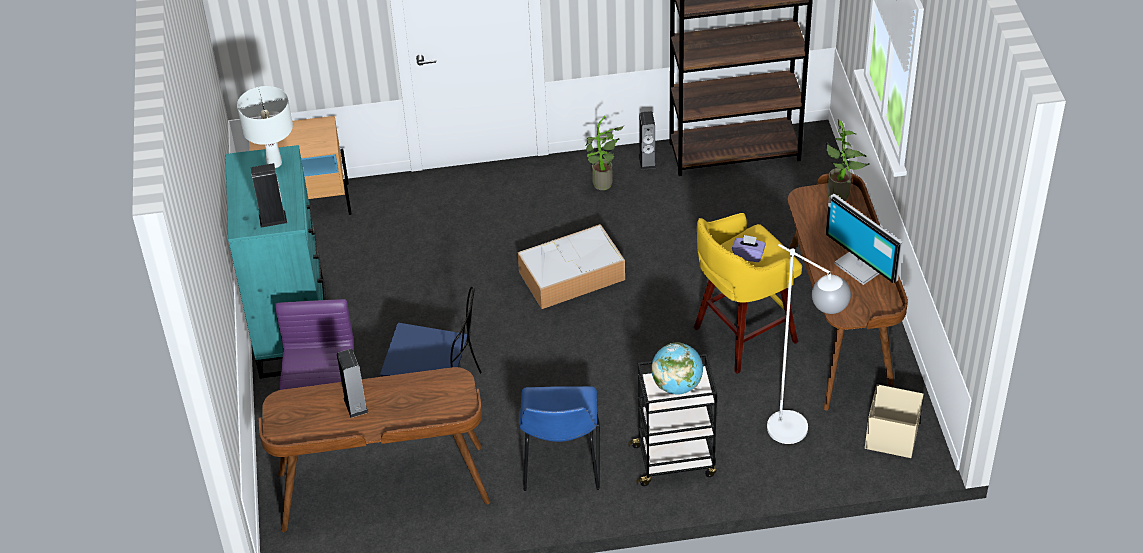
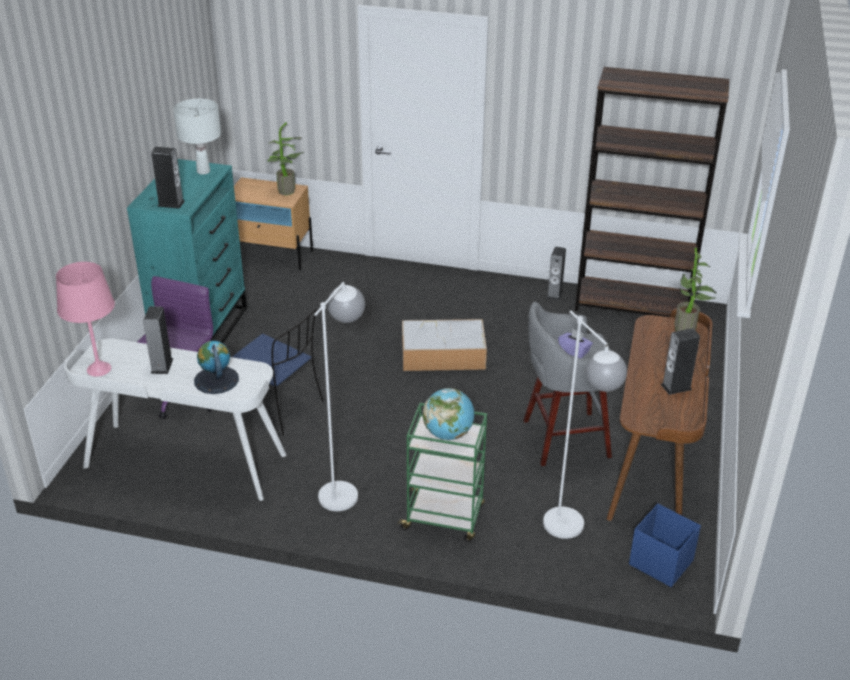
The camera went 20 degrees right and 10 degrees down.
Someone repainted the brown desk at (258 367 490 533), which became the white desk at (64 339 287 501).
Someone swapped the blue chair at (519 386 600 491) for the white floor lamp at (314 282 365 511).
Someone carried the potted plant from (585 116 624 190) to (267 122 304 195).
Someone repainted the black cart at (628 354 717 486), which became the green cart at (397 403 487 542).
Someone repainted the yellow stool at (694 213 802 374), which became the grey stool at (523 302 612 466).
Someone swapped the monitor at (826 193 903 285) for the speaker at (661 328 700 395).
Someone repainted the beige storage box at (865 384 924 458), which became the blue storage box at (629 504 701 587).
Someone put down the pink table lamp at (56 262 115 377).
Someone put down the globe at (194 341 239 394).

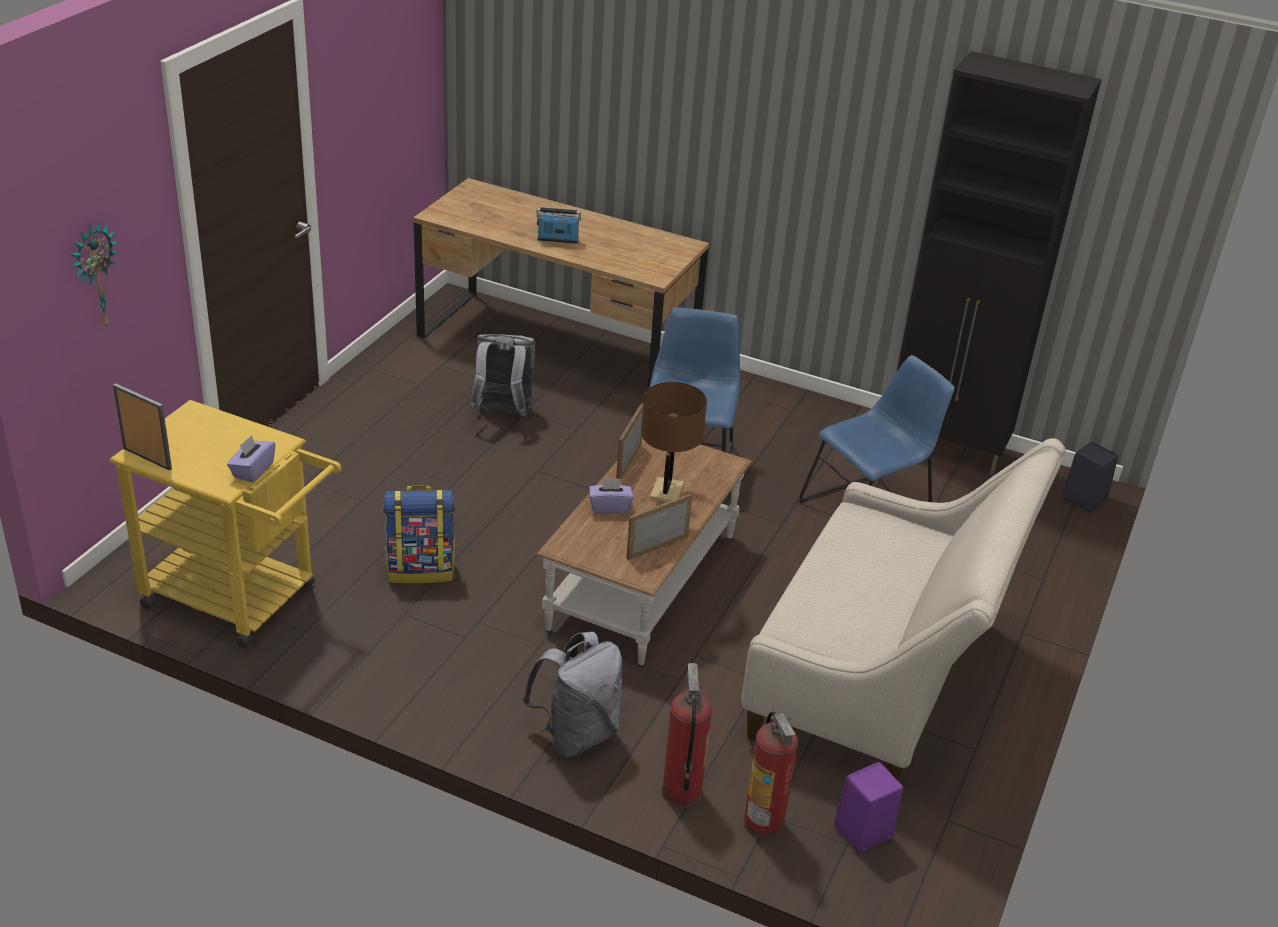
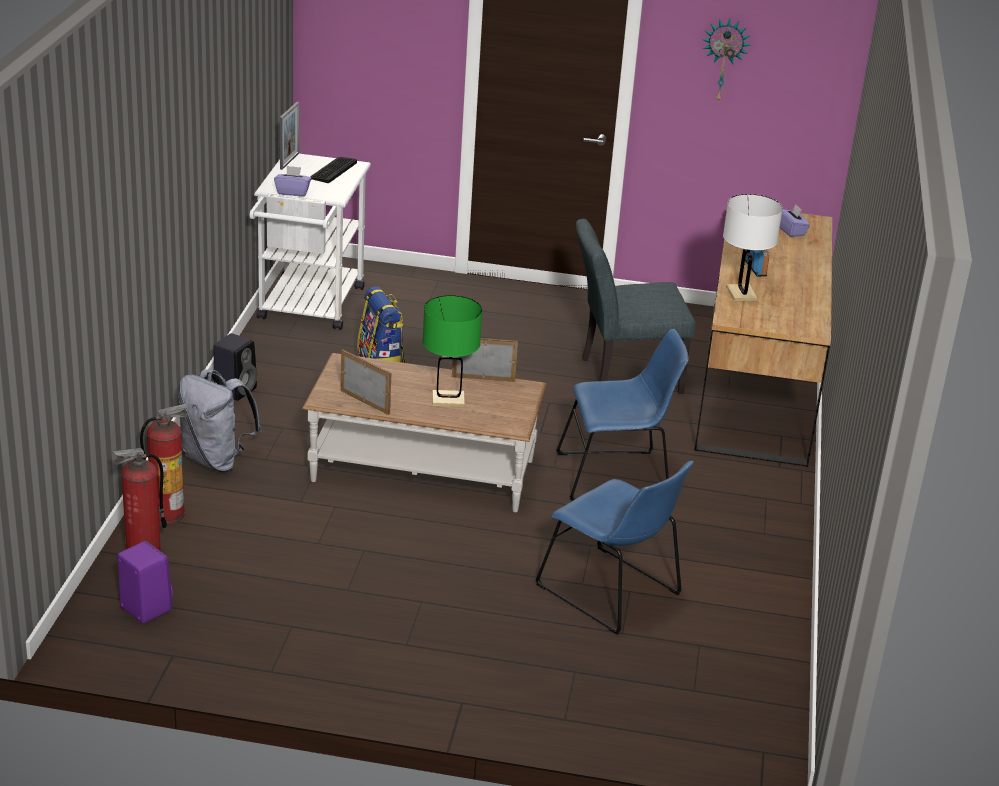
The camera went 75 degrees right and 5 degrees down.
Someone carried the wall clock from (71 221 117 329) to (702 19 751 102).
Someone repainted the yellow cart at (109 400 342 648), which became the white cart at (250 154 371 330).
Someone swapped the grey backpack at (470 334 536 416) for the grey chair at (576 219 695 394).
Someone carried the purple tissue box from (589 478 633 514) to (780 205 810 237).
Someone repainted the brown table lamp at (641 382 707 502), which became the green table lamp at (423 295 482 407).
Someone took away the beige sofa at (741 438 1066 781).
Someone took away the black cabinet at (897 51 1102 475).
Someone carried the black speaker from (1062 442 1118 512) to (213 333 257 401).
Someone put down the keyboard at (311 157 357 183).
Someone put down the white table lamp at (723 194 783 301).

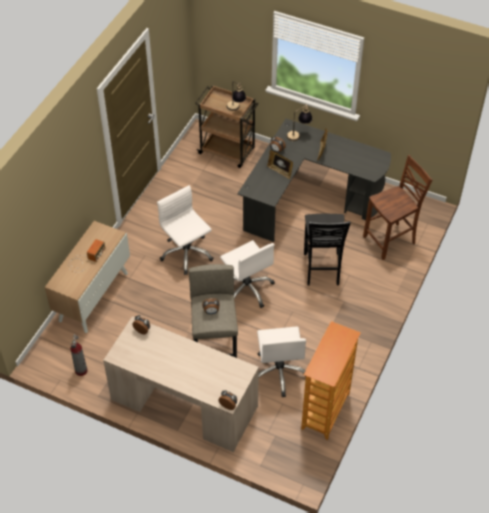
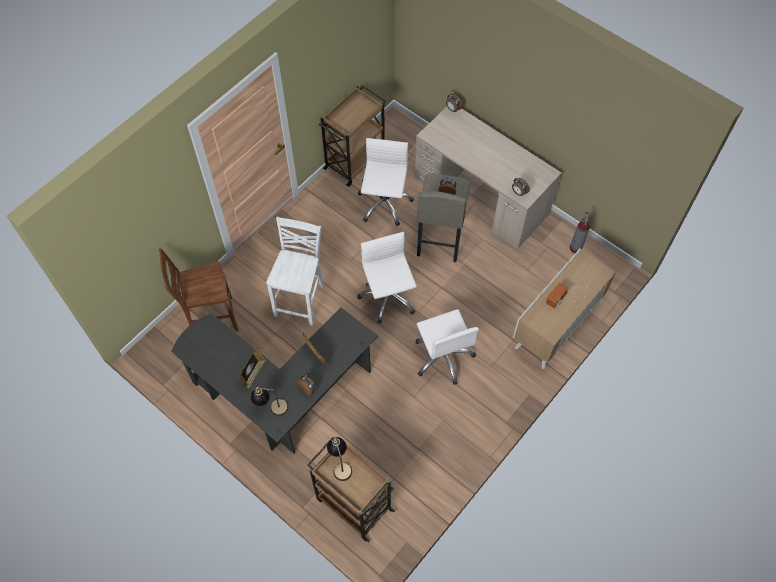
The camera went 165 degrees left and 10 degrees up.
Someone swapped the bookcase at (301 321 361 440) for the brown cart at (319 85 386 187).
Someone repainted the black chair at (304 214 351 286), which became the white chair at (266 217 324 326).

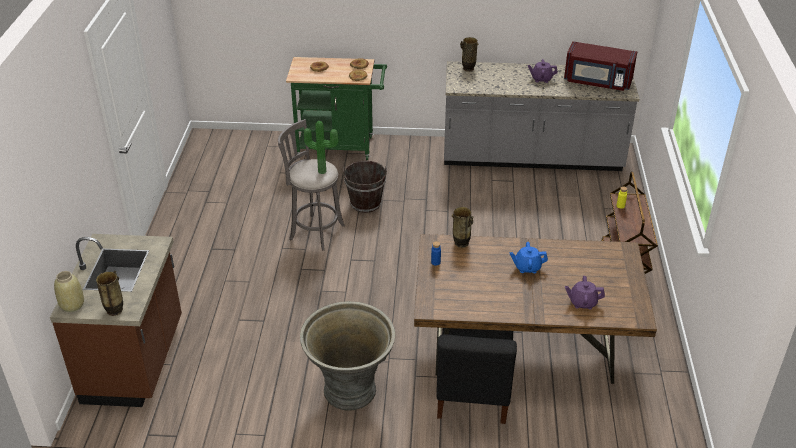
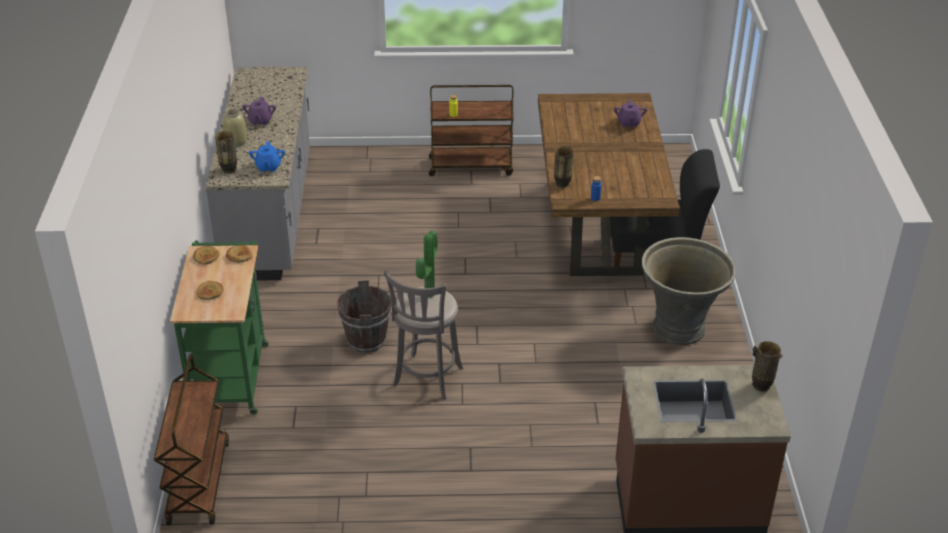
The camera went 95 degrees left and 0 degrees up.
Someone carried the beige vase from (54 271 84 312) to (223 109 247 147).
Someone carried the blue teapot from (510 242 548 273) to (249 142 285 172).
Someone took away the red microwave at (564 41 637 91).
Someone put down the brown cart at (154 354 229 525).

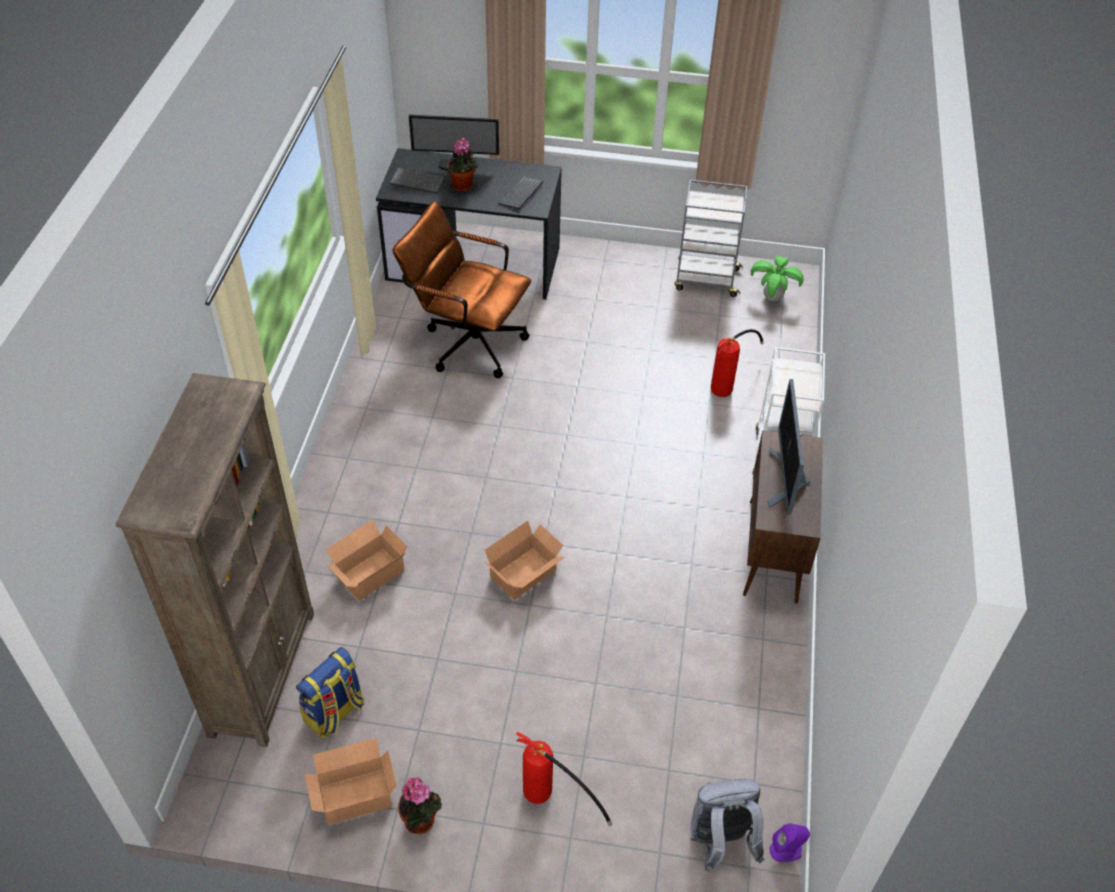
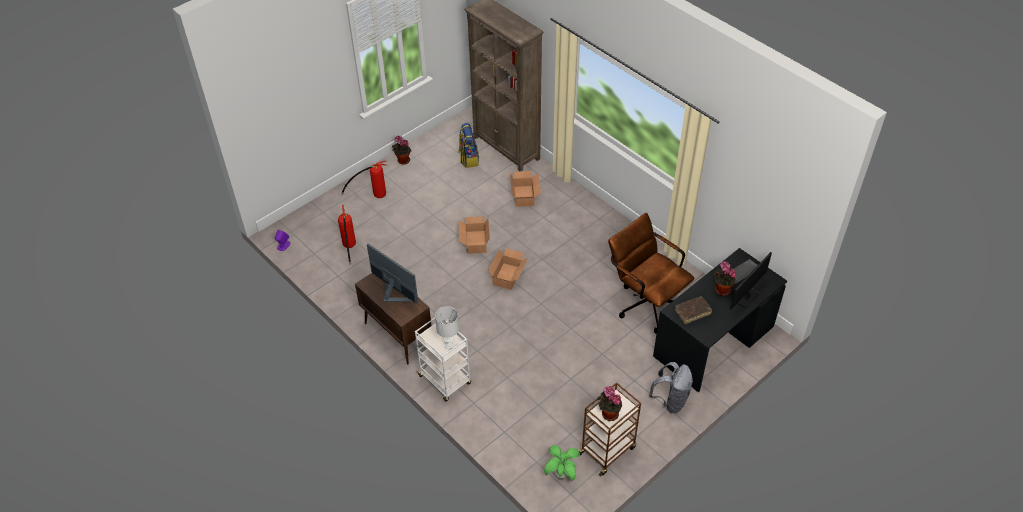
The camera went 130 degrees right and 0 degrees up.
Someone carried the cardboard box from (305 738 397 825) to (488 248 528 290).
Someone rotated the brown office chair at (393 201 531 378) by 105 degrees counterclockwise.
Someone swapped the keyboard at (498 176 543 209) for the brown book at (675 296 712 324).
Someone repainted the grey cart at (674 180 747 297), which became the brown cart at (579 382 641 476).
Someone carried the grey backpack from (690 779 764 872) to (649 362 693 413).
Someone carried the fire extinguisher from (711 329 764 397) to (338 205 356 265).
Someone put down the white table lamp at (435 306 459 349).
Someone put down the potted plant at (597 386 622 421).

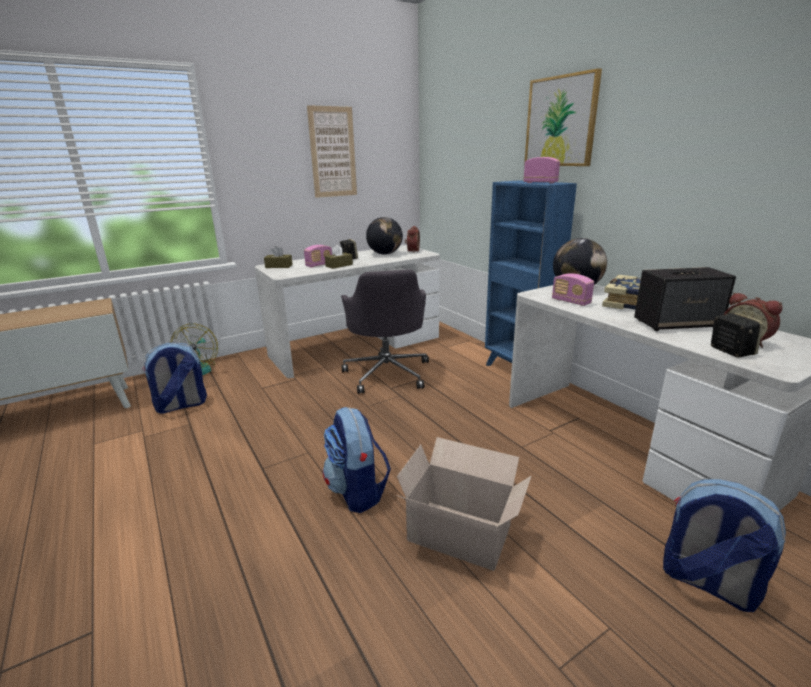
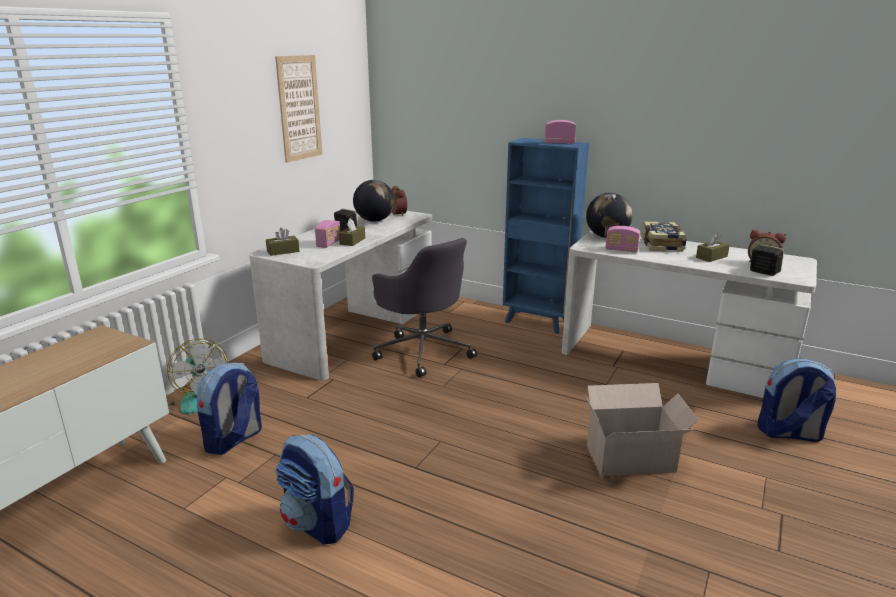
The camera went 30 degrees left and 0 degrees up.
Someone carried the backpack from (323 407 391 513) to (275 434 354 545).
Someone took away the picture at (524 68 602 166).
Someone swapped the speaker at (634 267 736 331) for the brown tissue box at (696 233 730 262).

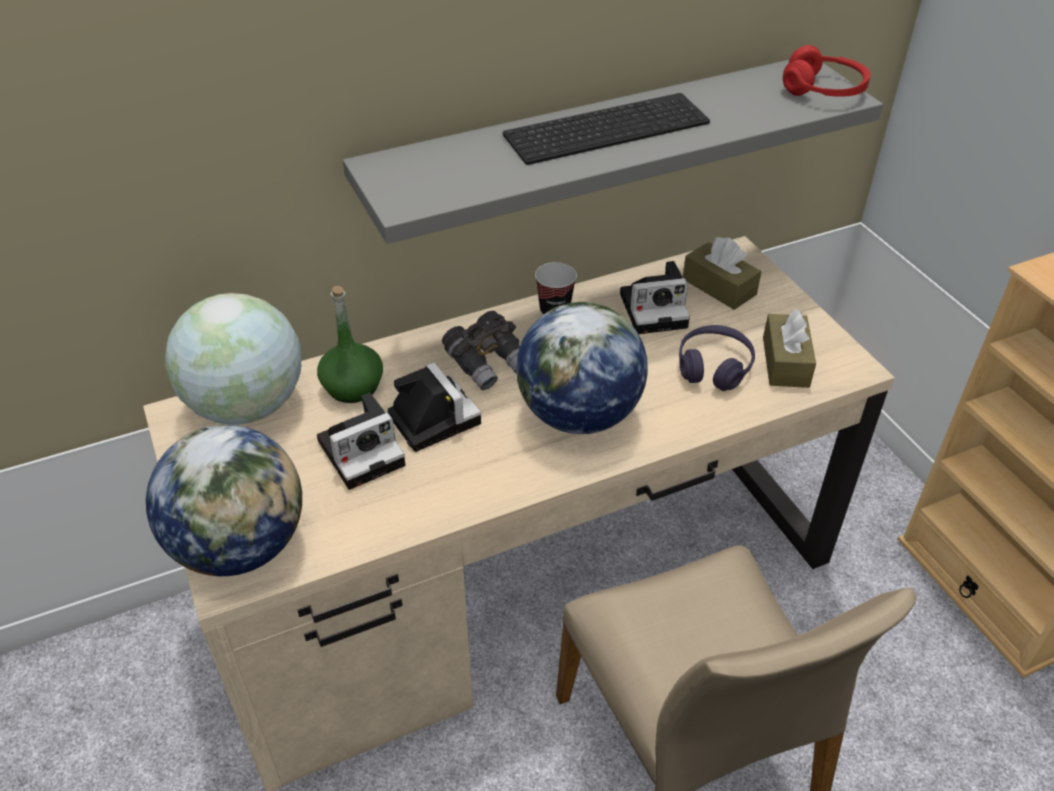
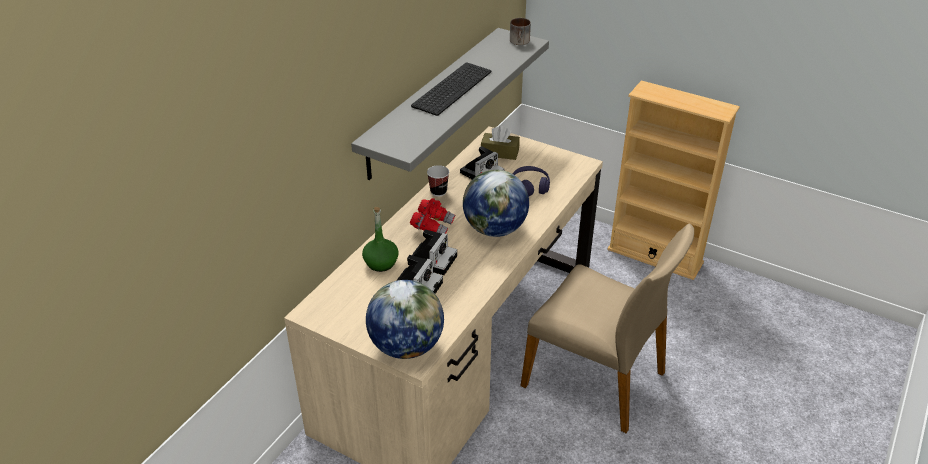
The camera went 35 degrees left and 5 degrees down.
Someone took away the globe at (165 293 301 425).
Someone rotated the photo camera at (388 362 481 452) by 90 degrees clockwise.
Someone repainted the grey binoculars at (442 311 520 390), which became the red binoculars at (410 198 455 234).
Someone took away the brown tissue box at (763 309 816 388).
Someone swapped the red headphones at (783 45 870 97) for the mug at (510 18 531 45).

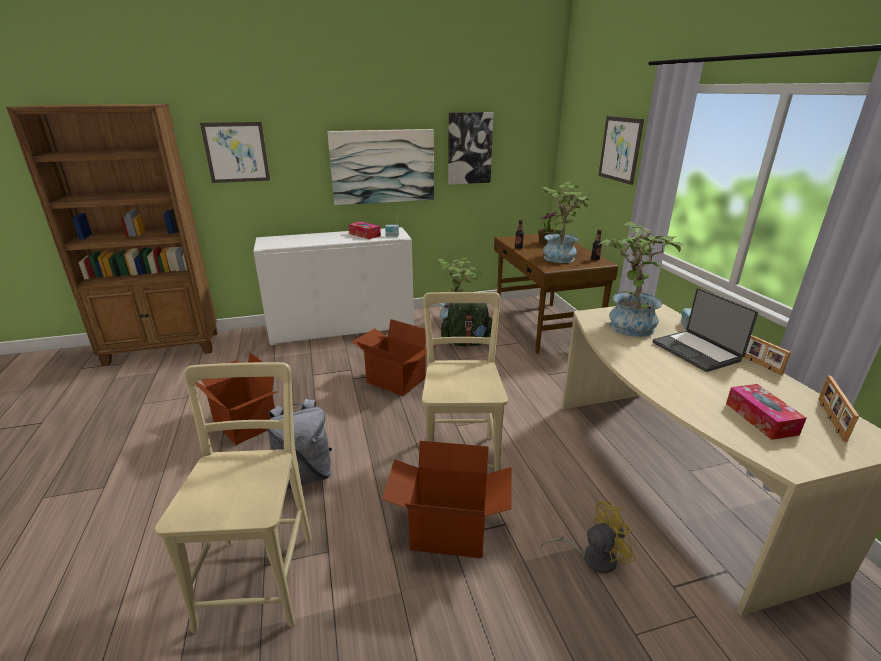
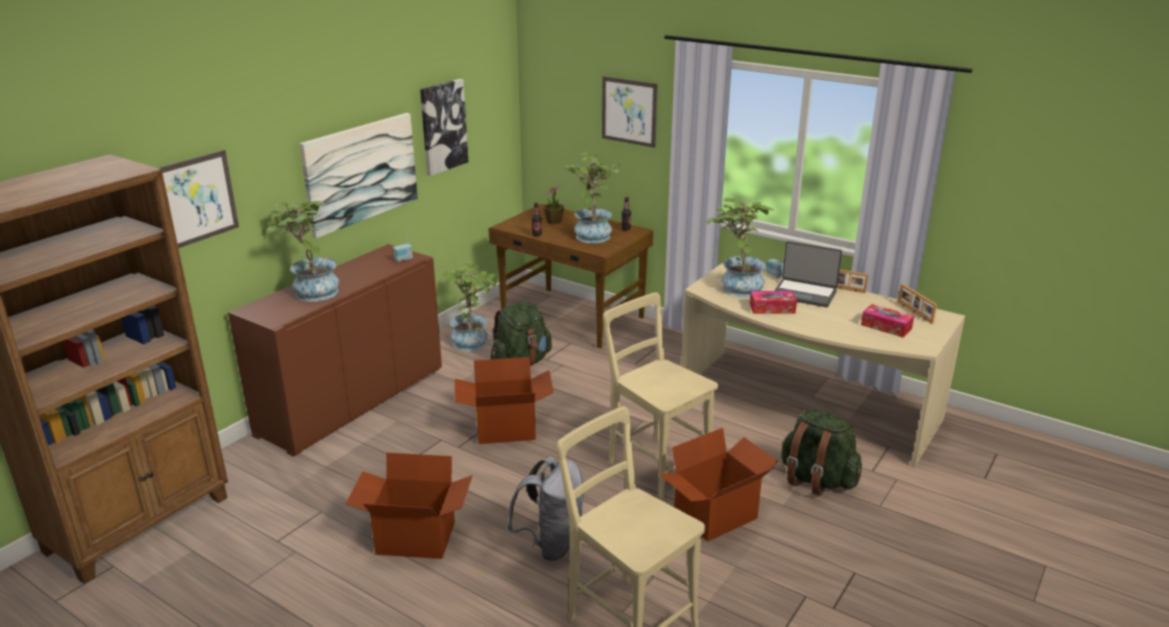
The camera went 40 degrees left and 0 degrees up.
Someone repainted the white cabinet at (253 227 414 345), which became the brown cabinet at (228 244 442 457).
Someone carried the tissue box from (349 221 381 239) to (750 291 797 314).
Someone swapped the yellow fan at (541 501 635 574) for the green backpack at (781 409 862 496).
Someone put down the potted plant at (261 199 339 302).

